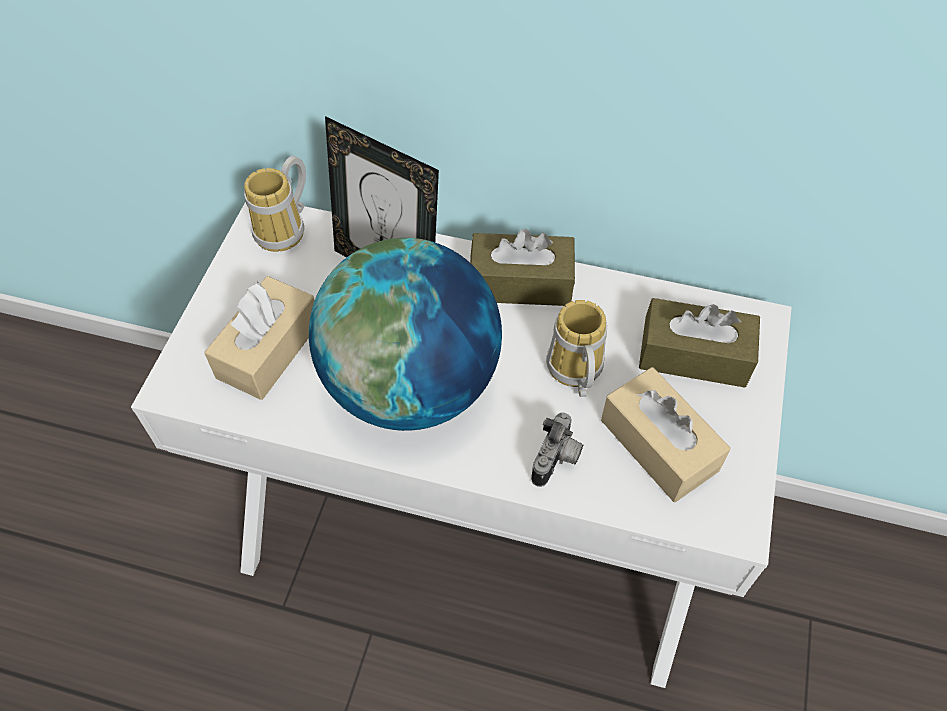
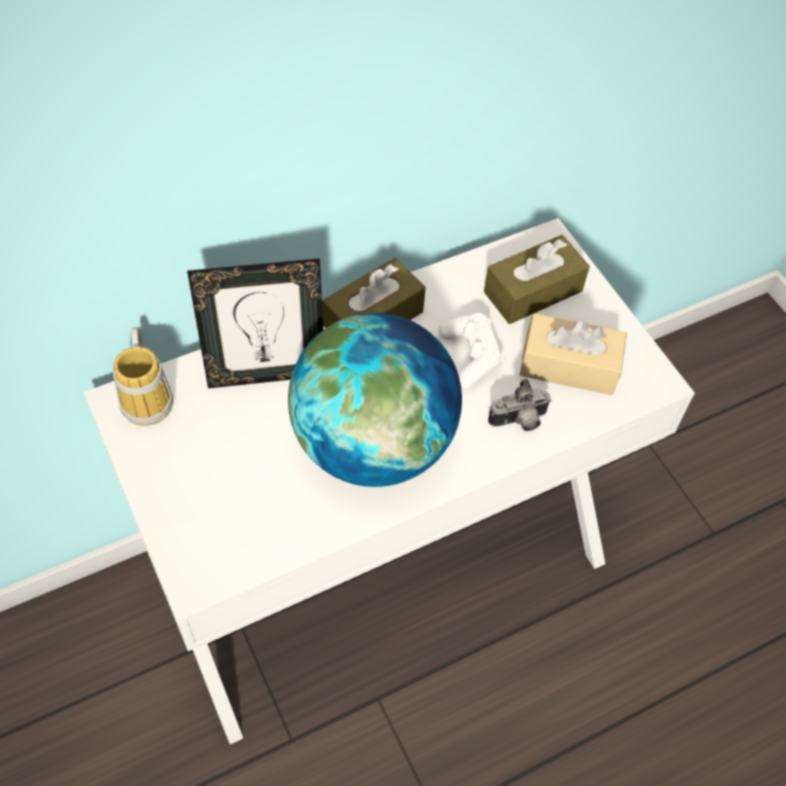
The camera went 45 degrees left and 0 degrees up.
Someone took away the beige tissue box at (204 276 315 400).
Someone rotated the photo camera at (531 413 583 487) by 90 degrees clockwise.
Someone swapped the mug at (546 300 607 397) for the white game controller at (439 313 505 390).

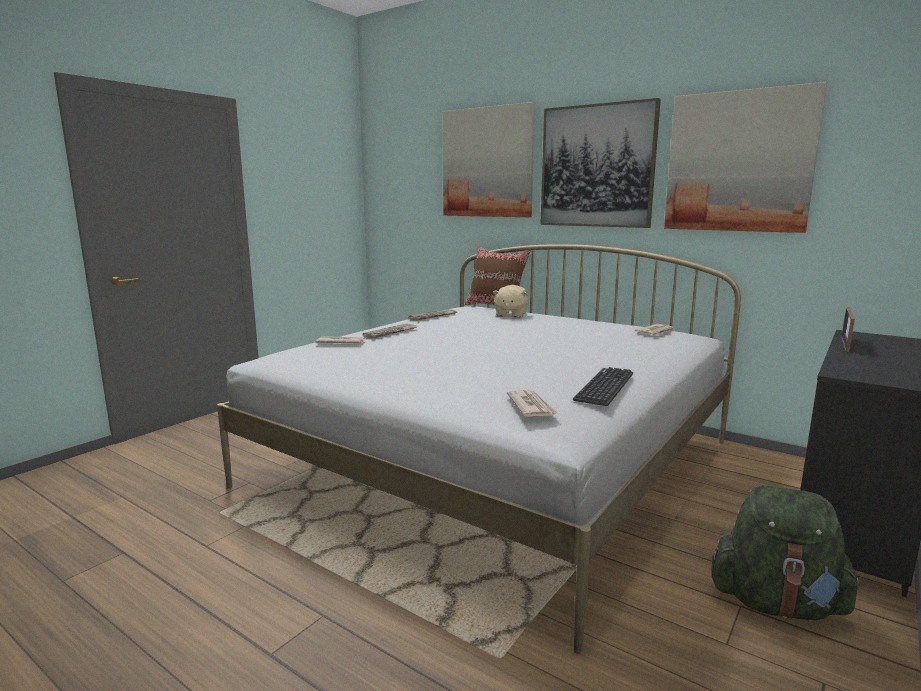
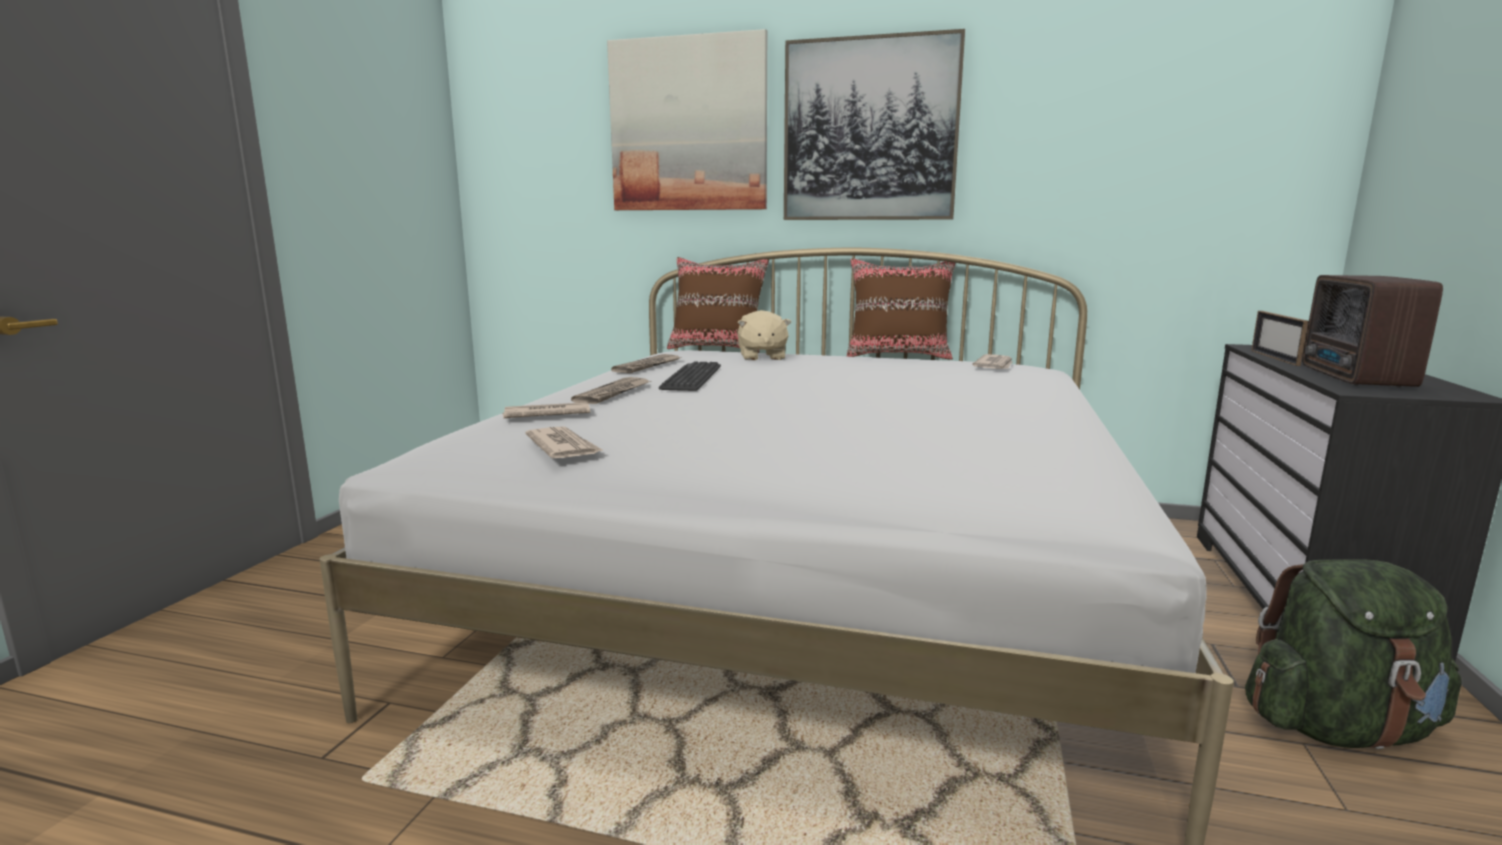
The camera went 20 degrees left and 0 degrees up.
Someone carried the newspaper from (507 390 559 416) to (525 426 604 458).
Someone carried the keyboard from (573 367 633 406) to (659 361 721 391).
Someone took away the picture at (664 82 827 233).
Someone put down the brown pillow at (847 258 955 360).
Someone put down the radio at (1302 275 1443 388).

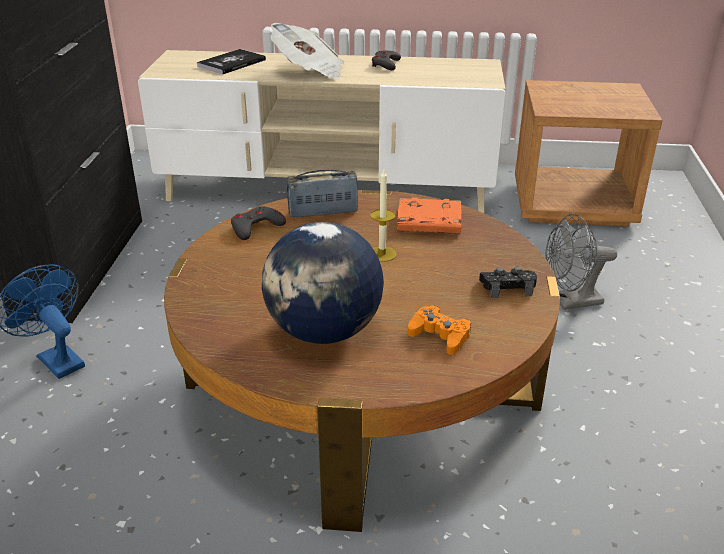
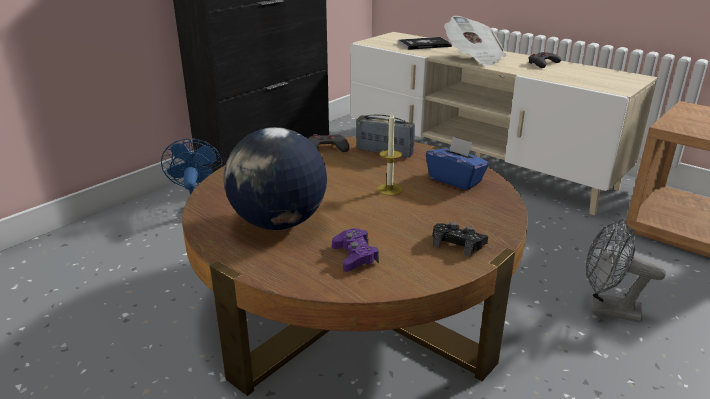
The camera went 35 degrees right and 5 degrees down.
Someone swapped the orange book at (397 198 462 234) for the blue tissue box at (426 136 489 190).
Someone repainted the orange game controller at (408 305 471 355), which became the purple game controller at (332 228 379 272).

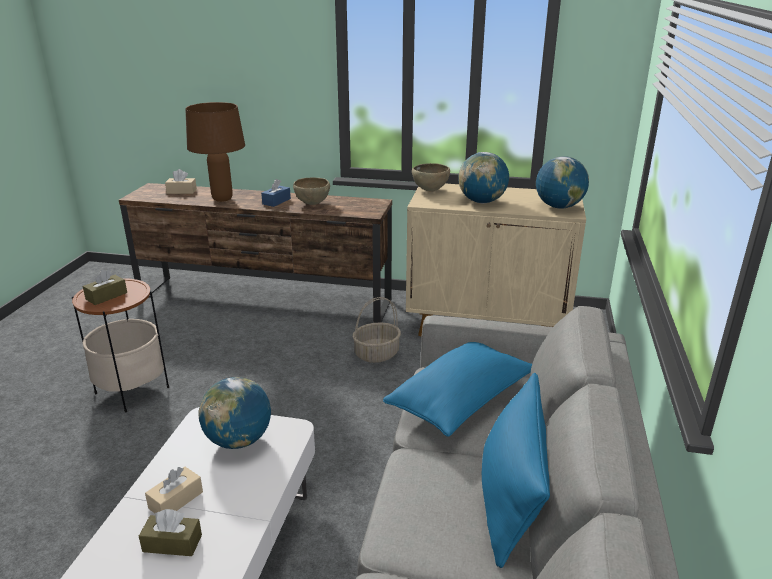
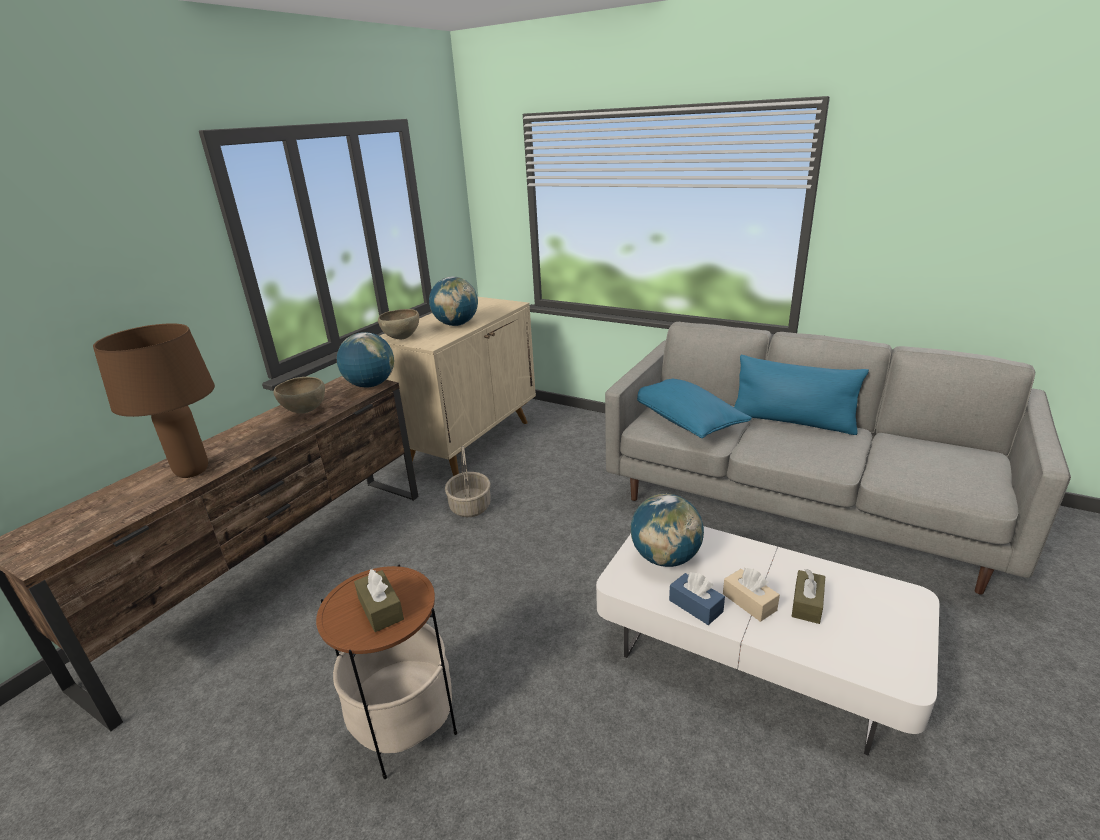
The camera went 70 degrees left and 0 degrees up.
Someone took away the beige tissue box at (165 169 197 194).
Someone carried the blue tissue box from (261 179 291 207) to (669 572 725 625).
Someone carried the globe from (536 156 589 209) to (337 332 394 388).

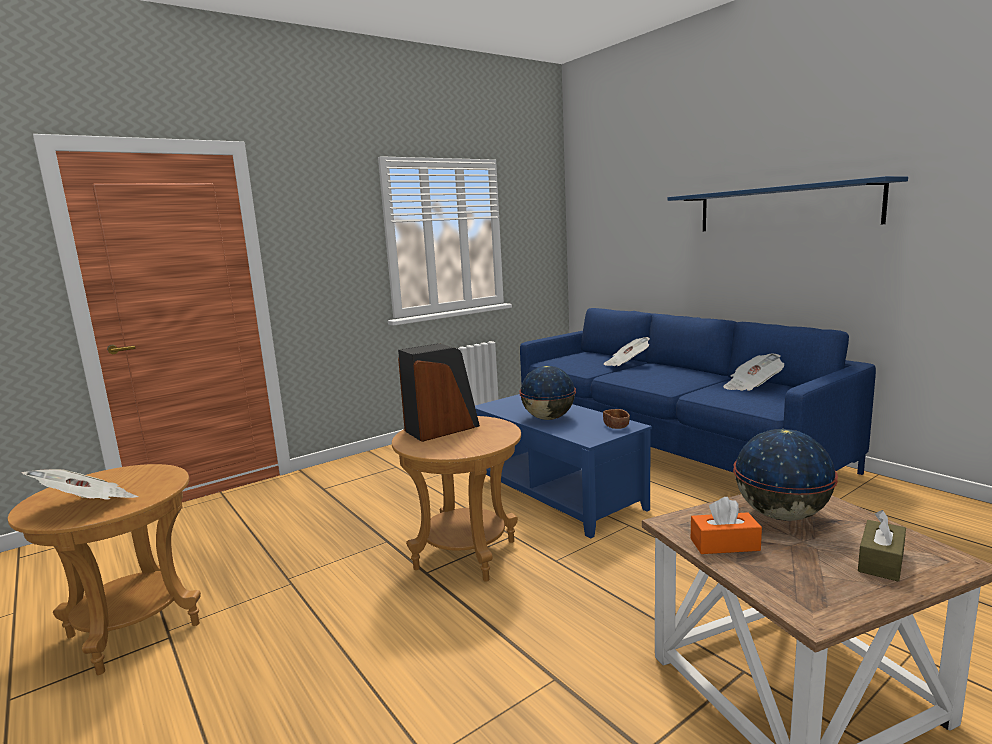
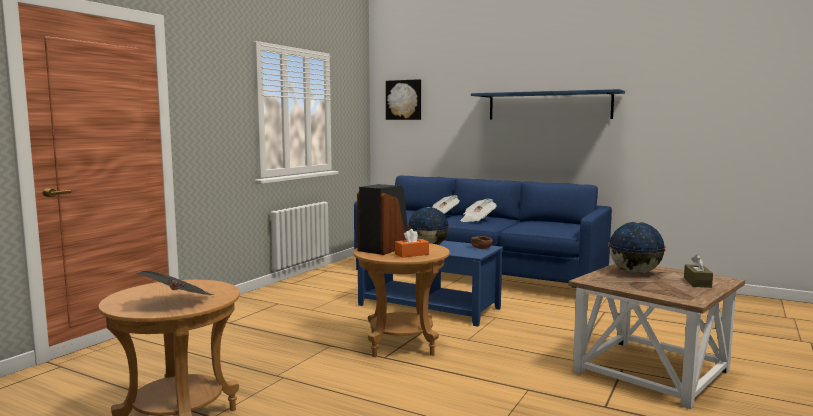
The camera went 25 degrees left and 5 degrees down.
Someone carried the orange tissue box from (691 497 762 554) to (395 229 429 258).
Someone carried the newspaper from (723 354 784 391) to (460 199 497 222).
Someone put up the picture at (386 79 421 120).

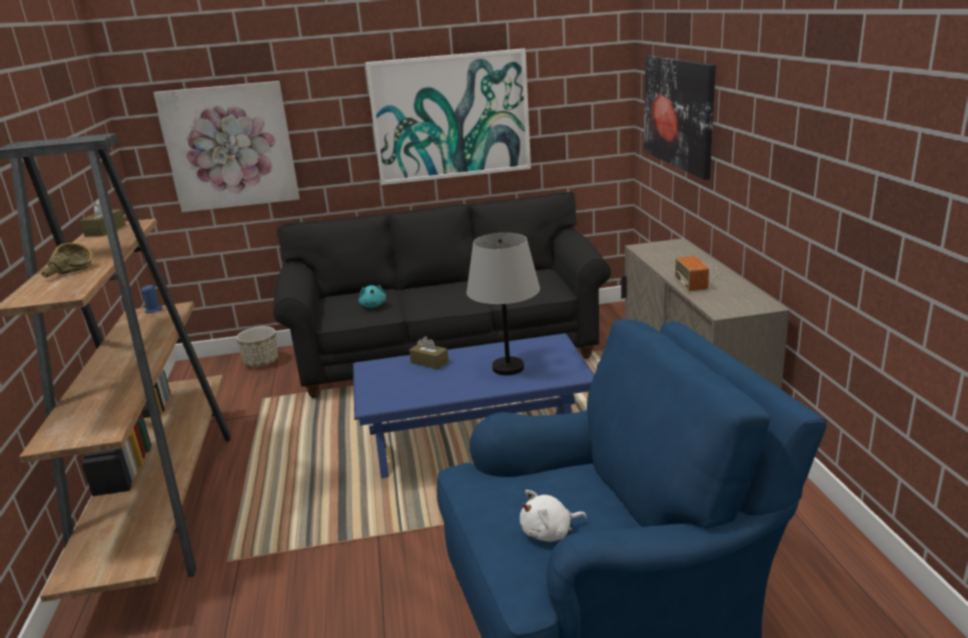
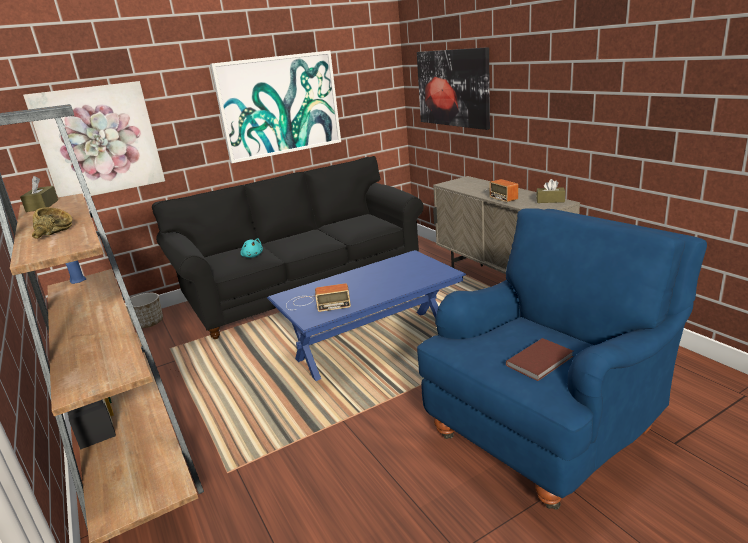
The camera went 20 degrees left and 0 degrees up.
Someone carried the brown tissue box from (409 336 449 370) to (536 179 565 203).
Someone took away the grey table lamp at (466 233 540 375).
Someone swapped the white plush toy at (520 490 587 542) for the brown book at (506 338 573 381).
Someone put down the radio at (286 283 351 312).

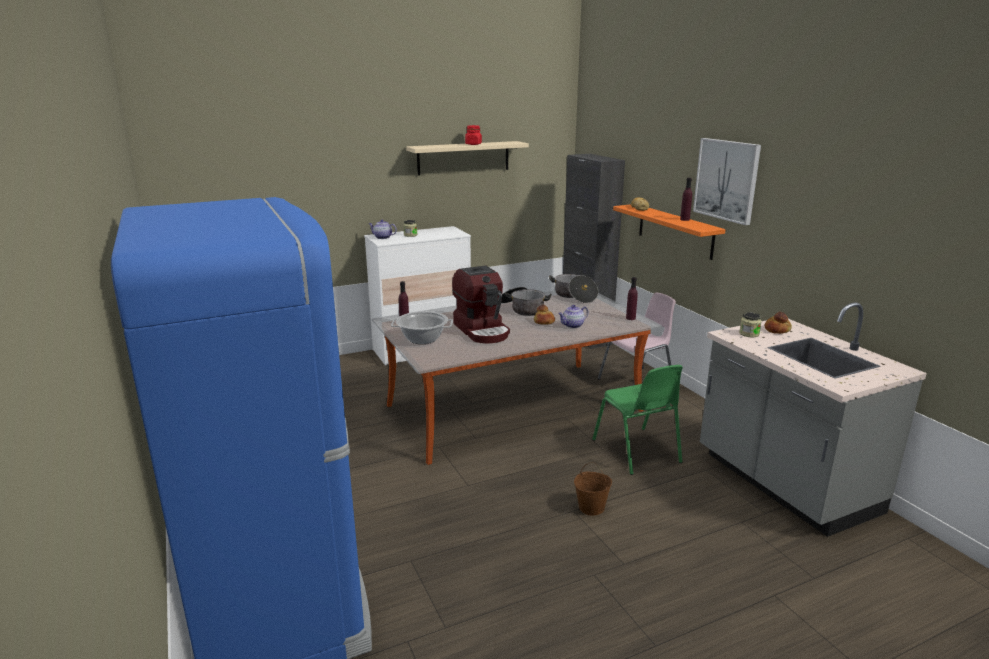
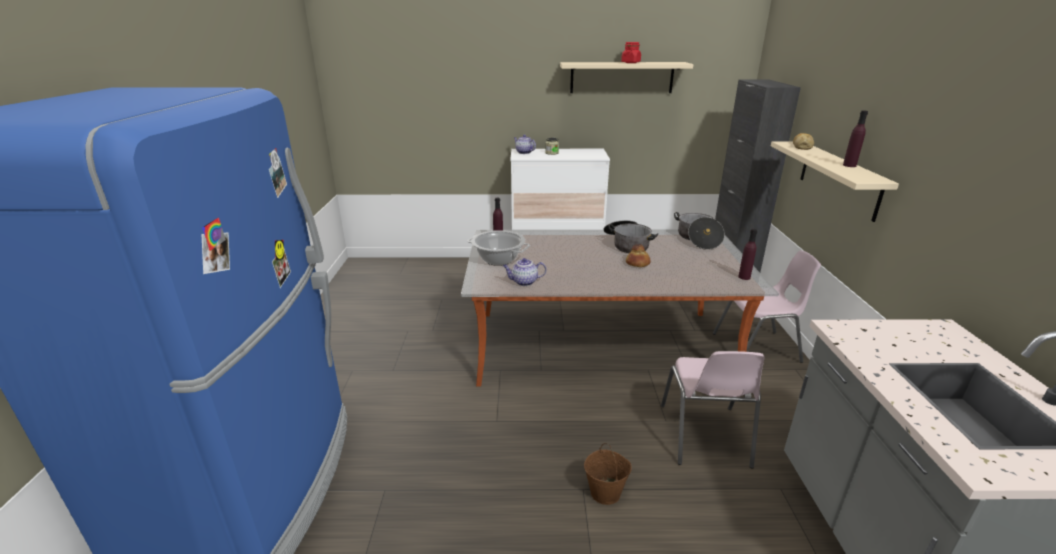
The camera went 25 degrees right and 5 degrees up.
Someone took away the coffee machine at (452 266 510 343).
Someone carried the teapot from (558 305 589 328) to (503 258 547 286).
Someone repainted the green chair at (592 365 683 475), which became the pink chair at (661 351 765 469).
Someone repainted the orange shelf at (613 204 726 260), which became the beige shelf at (771 141 899 222).
Someone took away the picture at (693 138 761 225).
Someone took away the jar at (739 312 762 337).
Someone took away the bread at (764 312 792 334).

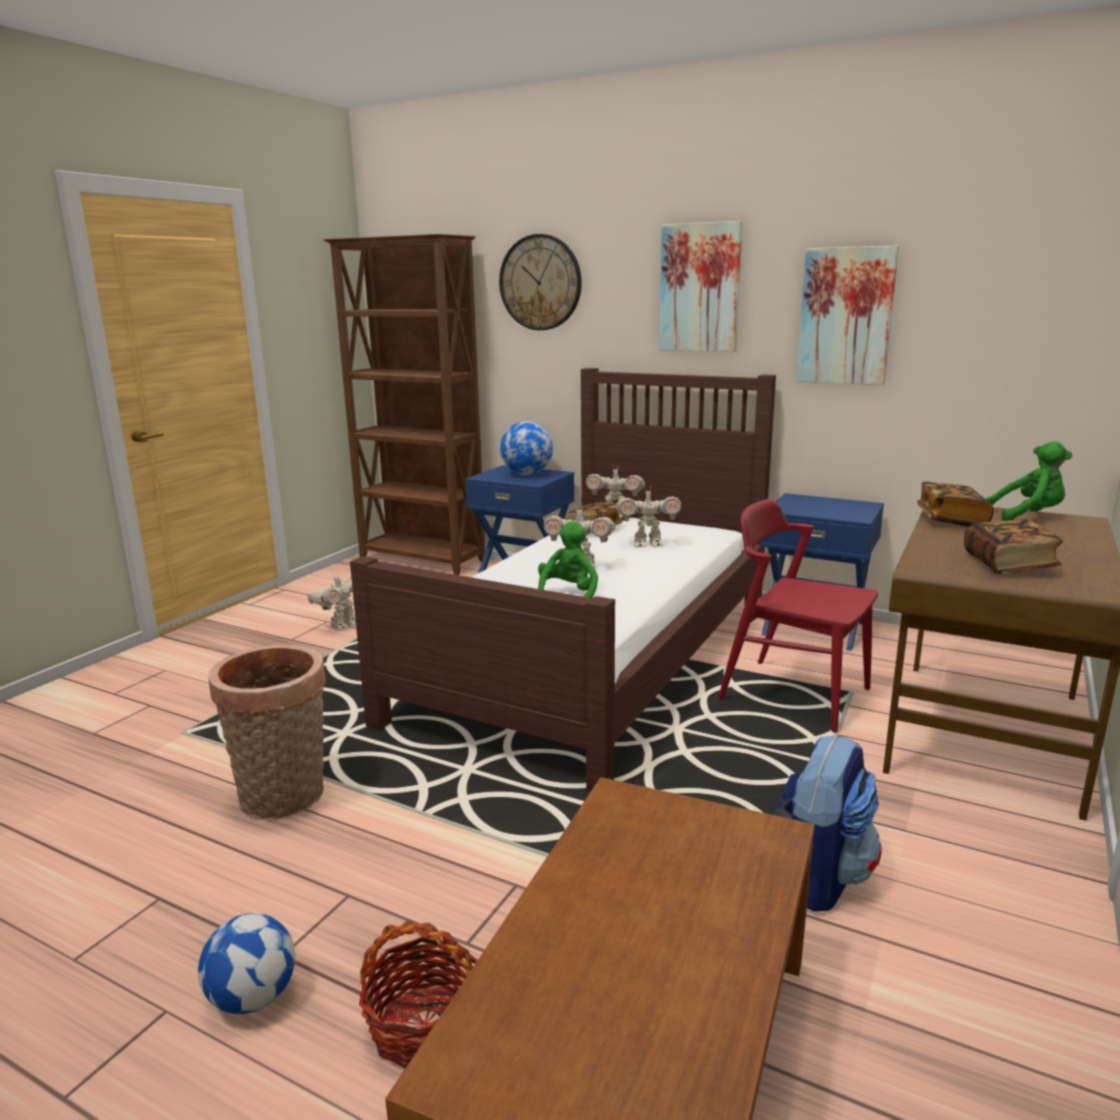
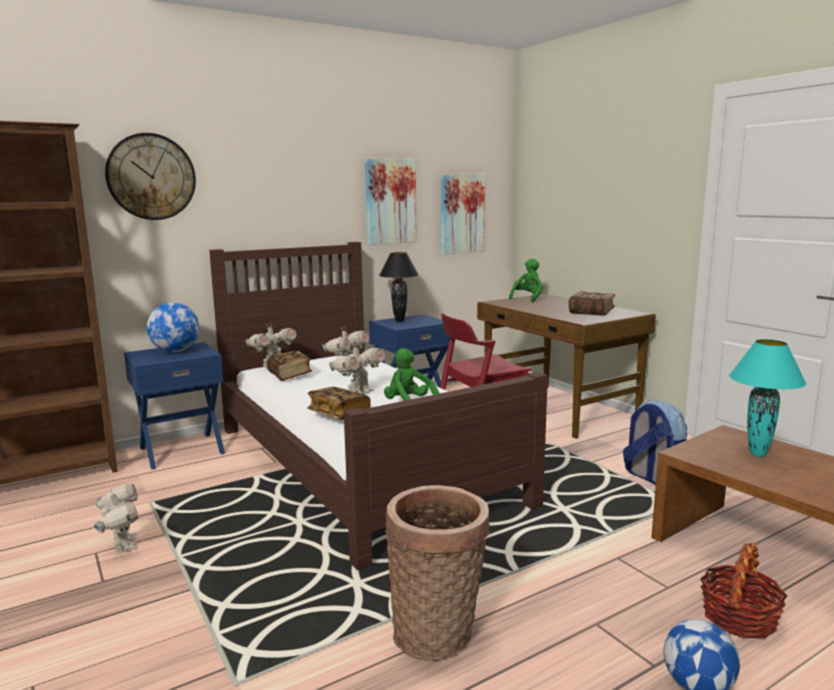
The camera went 60 degrees left and 5 degrees down.
Someone carried the picture from (659 221 743 352) to (441 173 485 254).
Someone carried the book from (917 482 994 527) to (307 387 371 420).
Someone put down the black table lamp at (379 252 419 322).
Someone put down the turquoise table lamp at (729 339 806 457).

